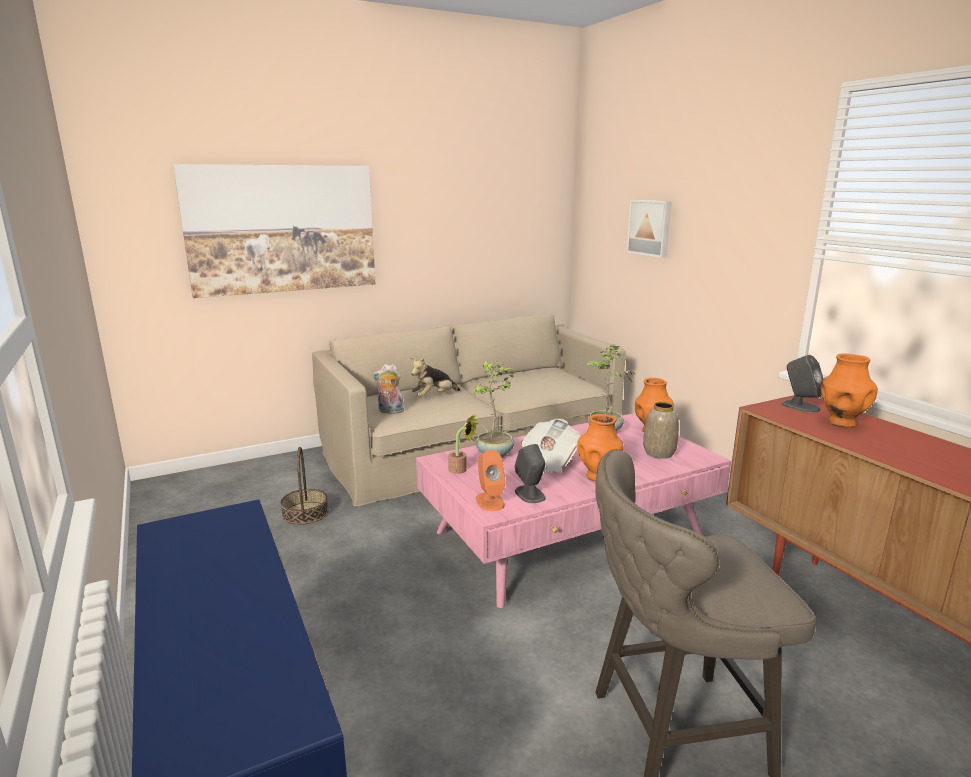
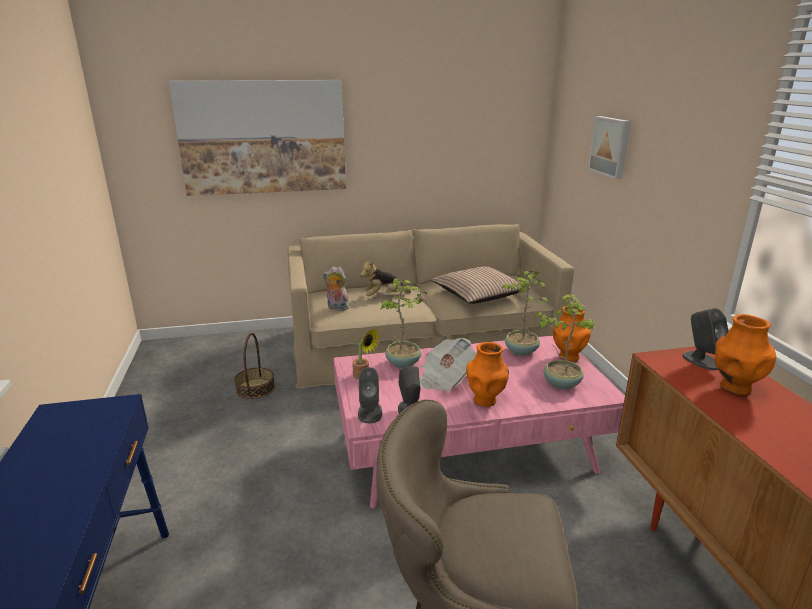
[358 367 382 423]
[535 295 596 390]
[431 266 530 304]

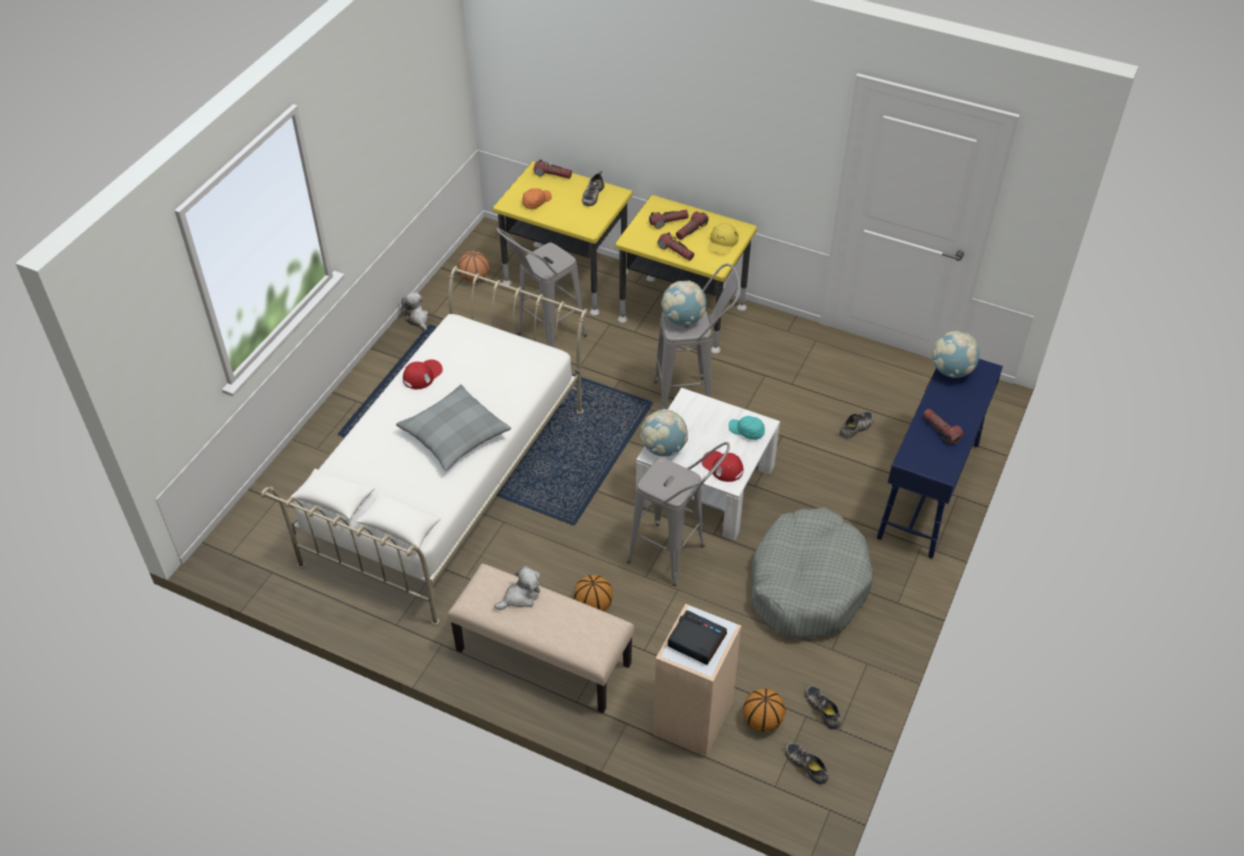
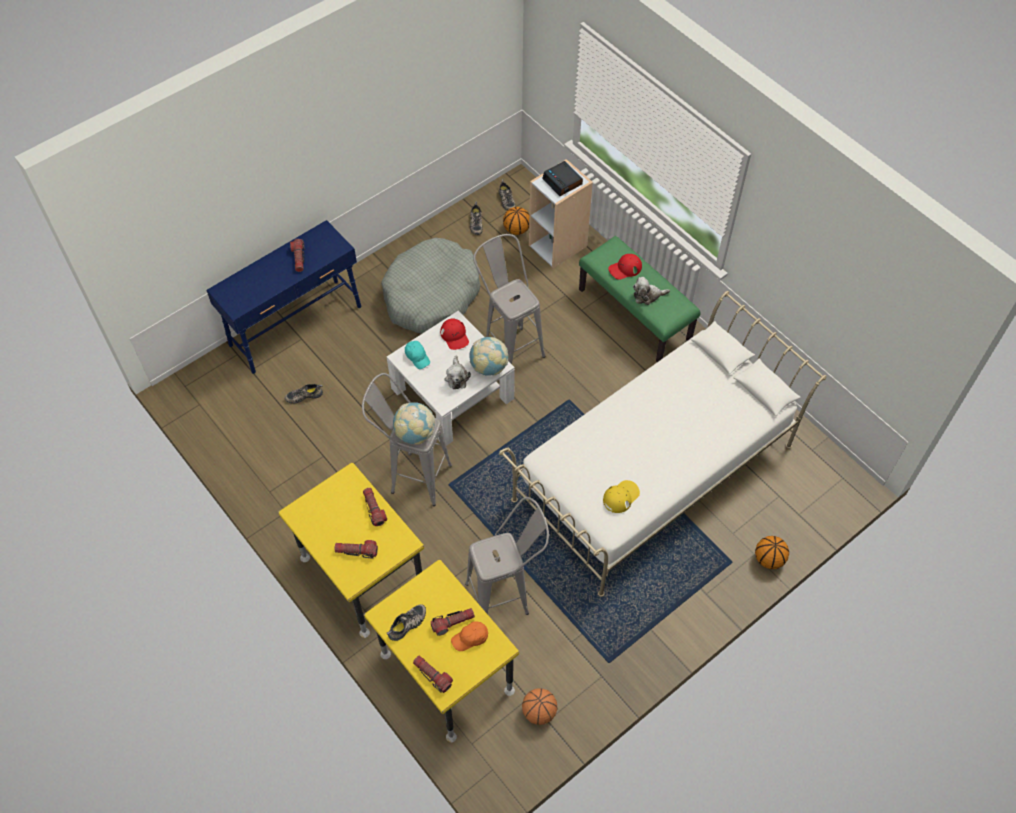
[396 385 511 471] (first image)
[445 356 471 389]
[608 254 642 280]
[579 236 701 362]
[755 536 789 569]
[431 608 475 636]
[603 480 640 513]
[932 331 980 378] (first image)

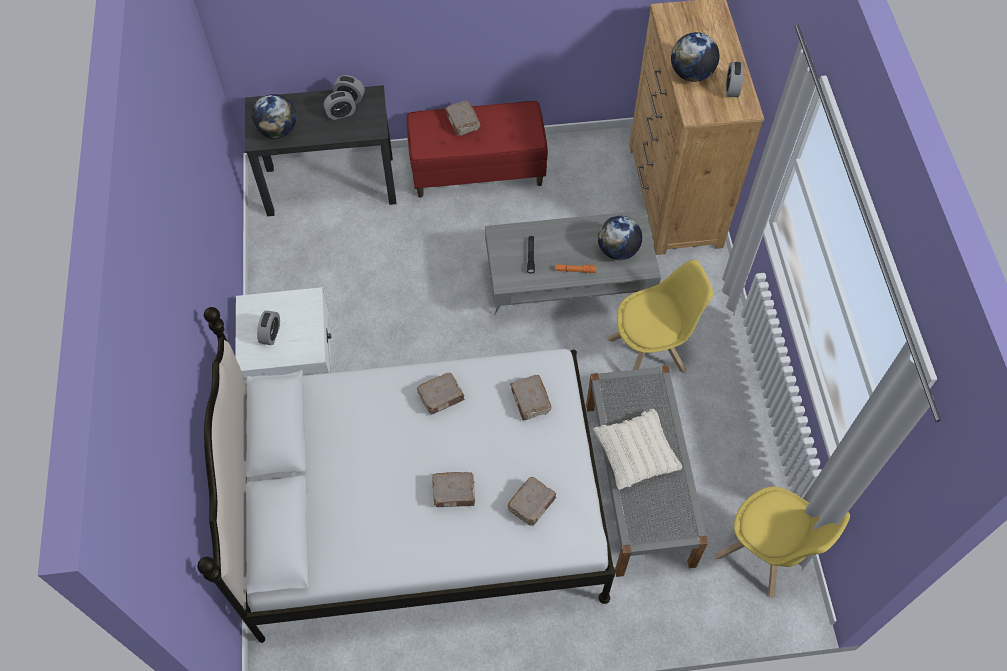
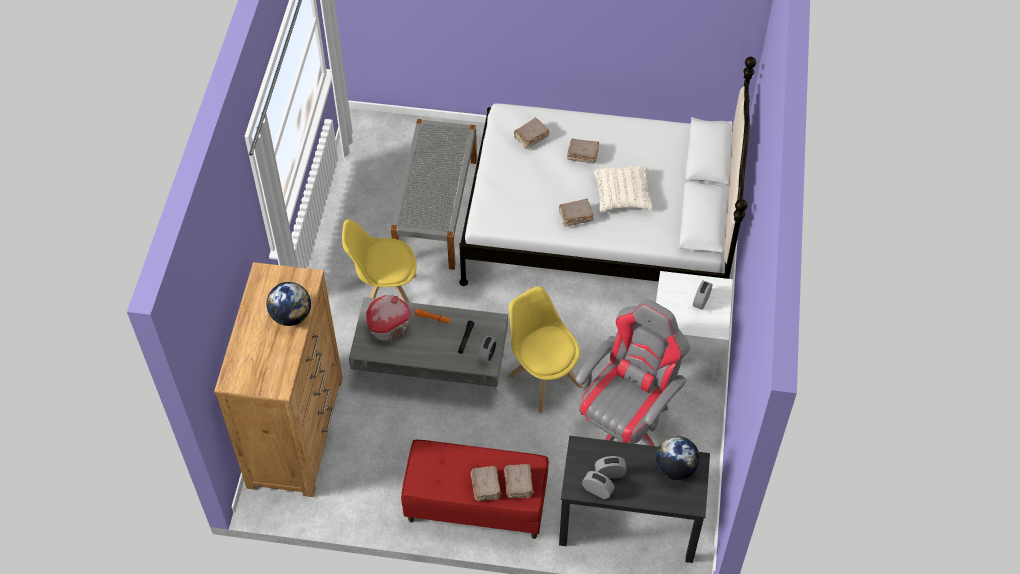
[504 464 534 498]
[594 166 653 212]
[366 295 411 342]
[508 286 583 413]
[478 335 497 365]
[575 300 690 446]

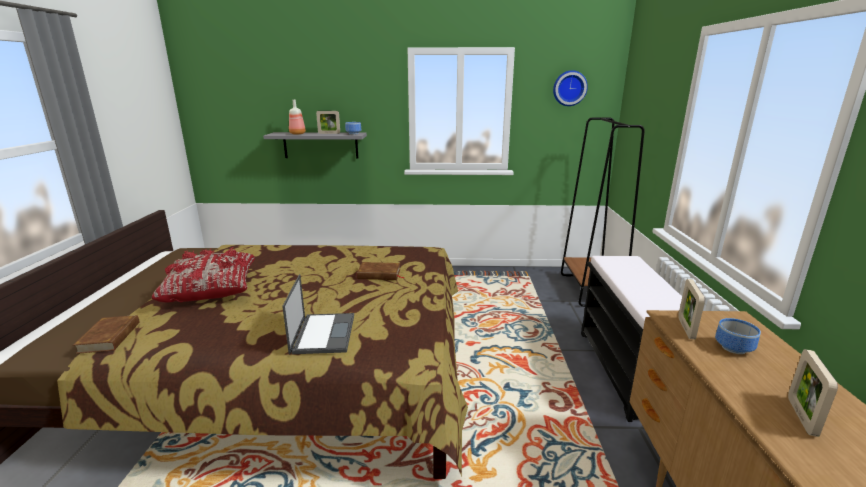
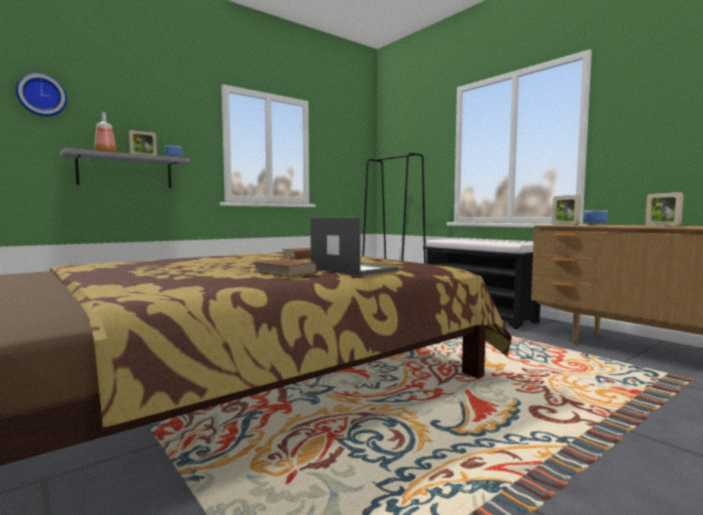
[253 259 318 277]
[151 247 255 303] (first image)
[16 73 67 116]

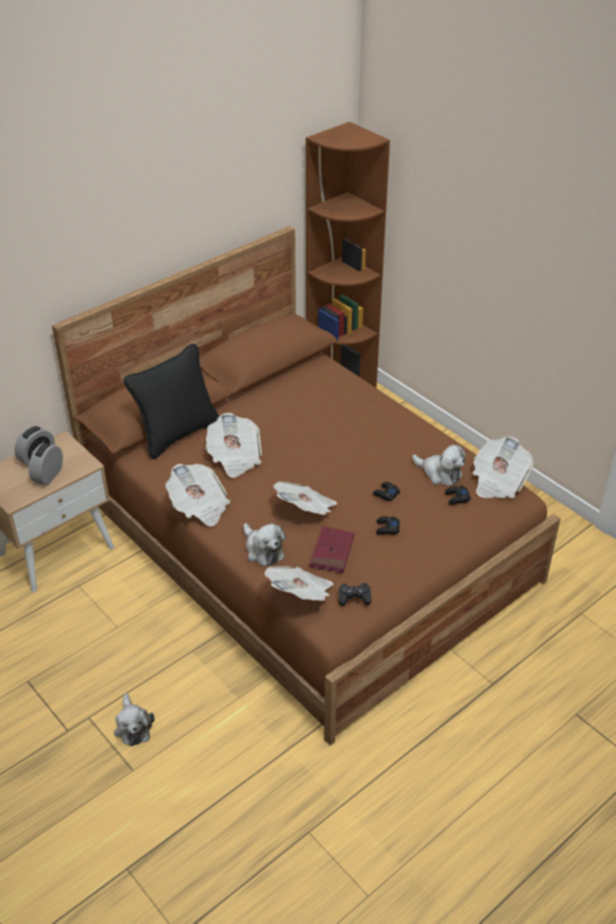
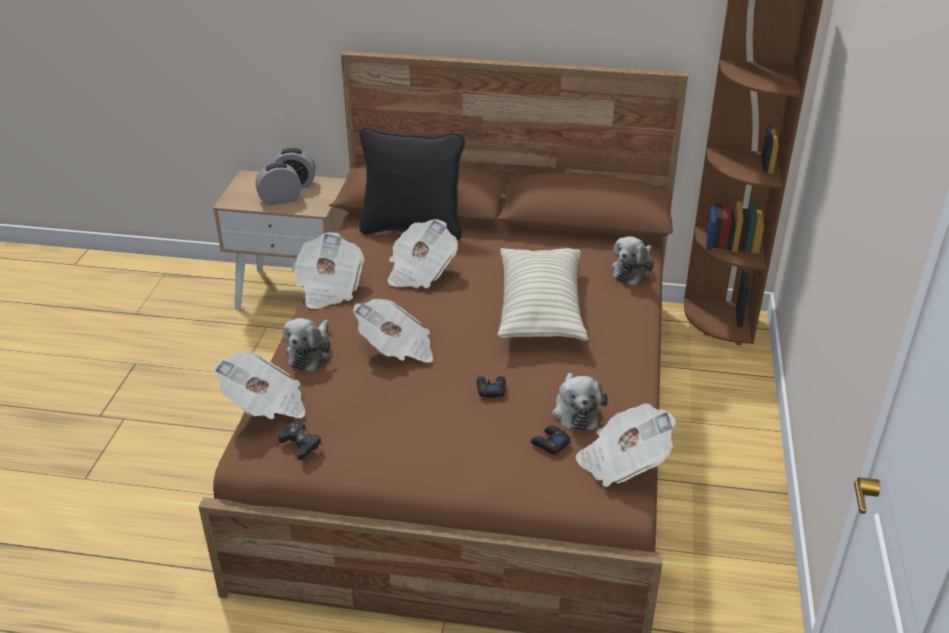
[612 236 654 286]
[310 526 355 573] (first image)
[376 516 400 535] (first image)
[498 248 588 341]

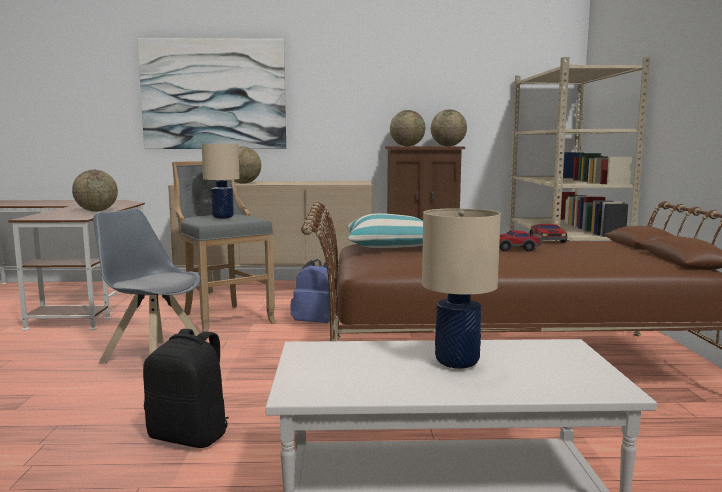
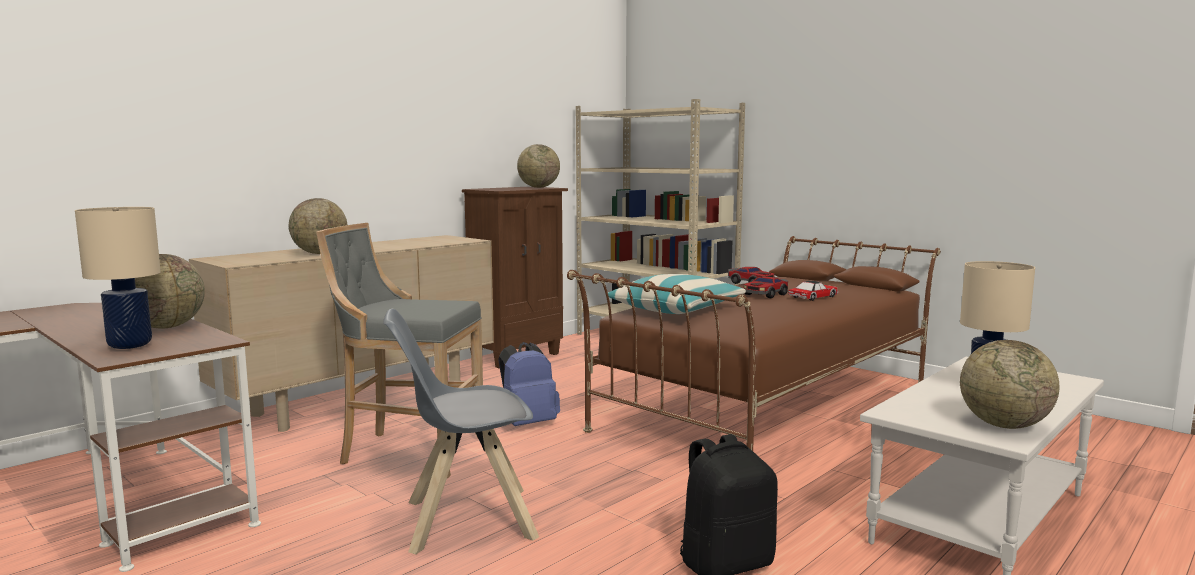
[138 38 286 149] (first image)
[75 207 161 349]
[960 340 1059 429]
[788 281 838 301]

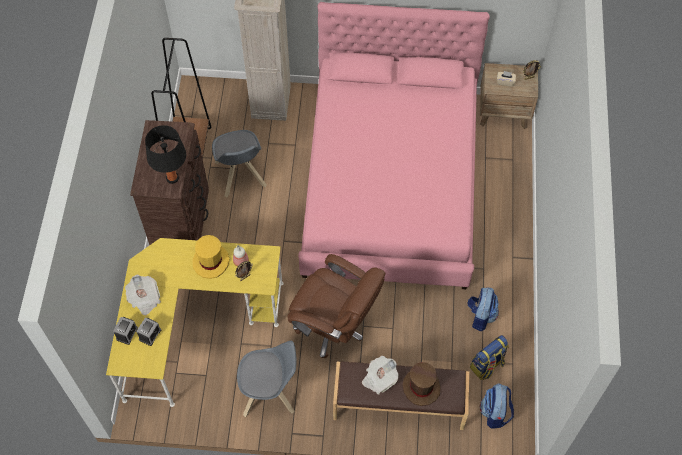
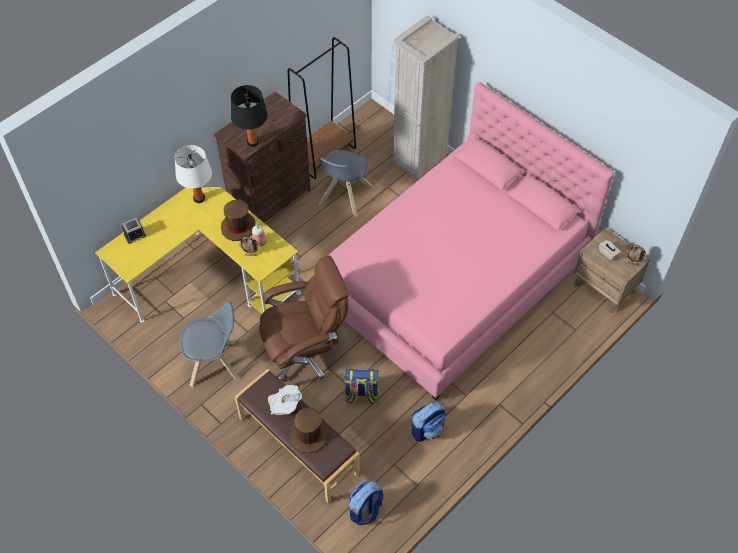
[125 275 161 315] (first image)
[136 317 161 346] (first image)
[221 199 256 241]
[180 301 239 387]
[259 255 349 382]
[344 369 379 405]
[175 145 212 203]

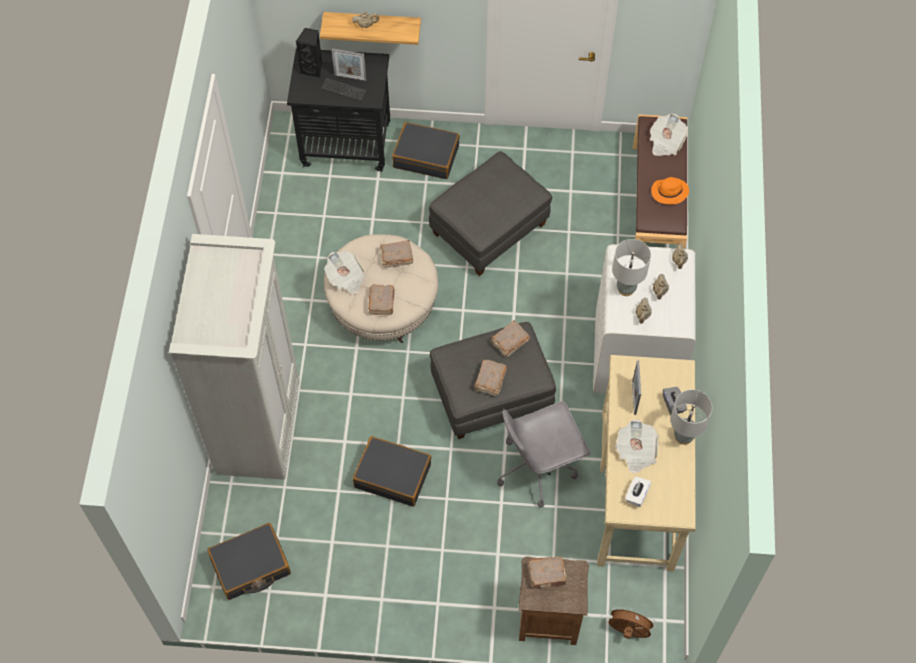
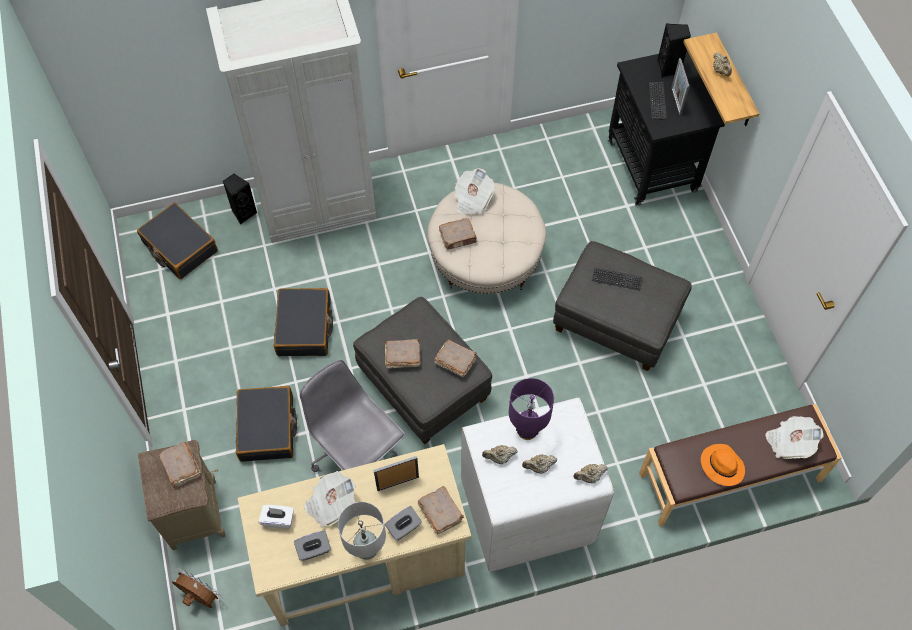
[418 486 464 534]
[236 386 297 462]
[172 568 223 608]
[509 378 554 440]
[223 174 258 225]
[294 530 331 561]
[592 267 643 290]

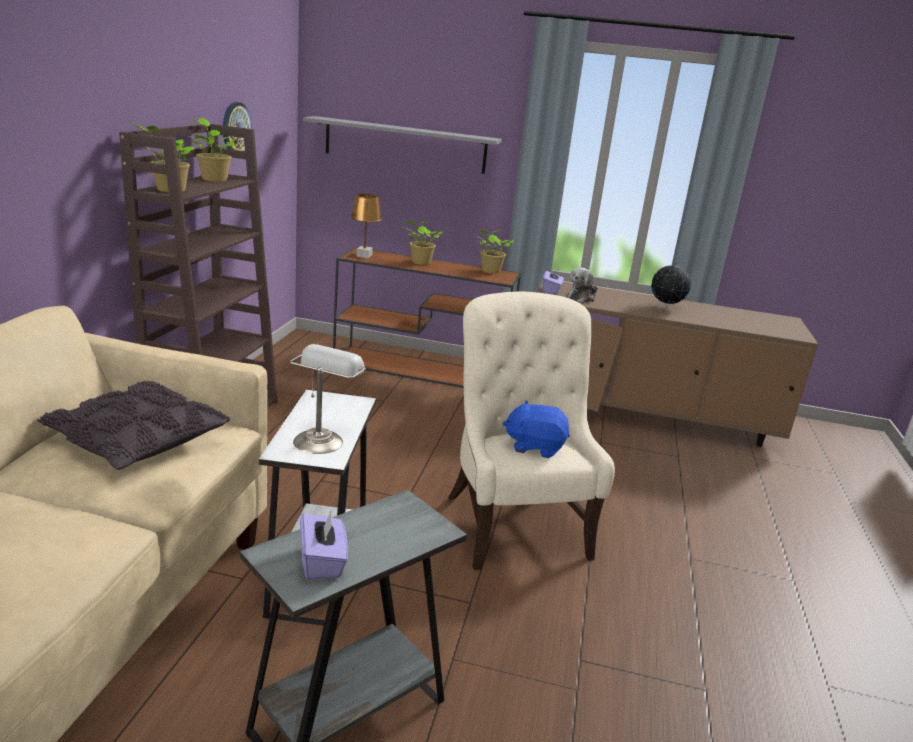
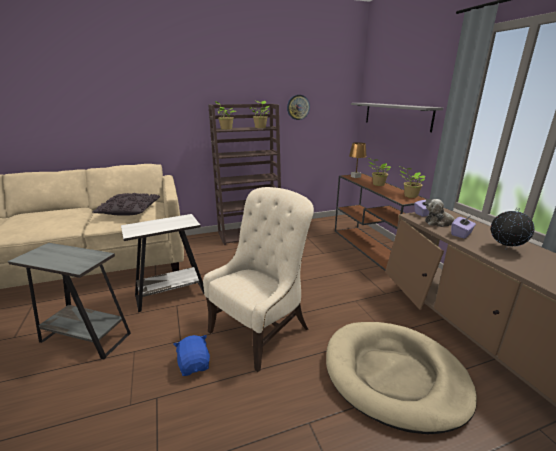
[289 344 366 454] (first image)
[451 216 476 238]
[174 335 210 376]
[326 322 477 434]

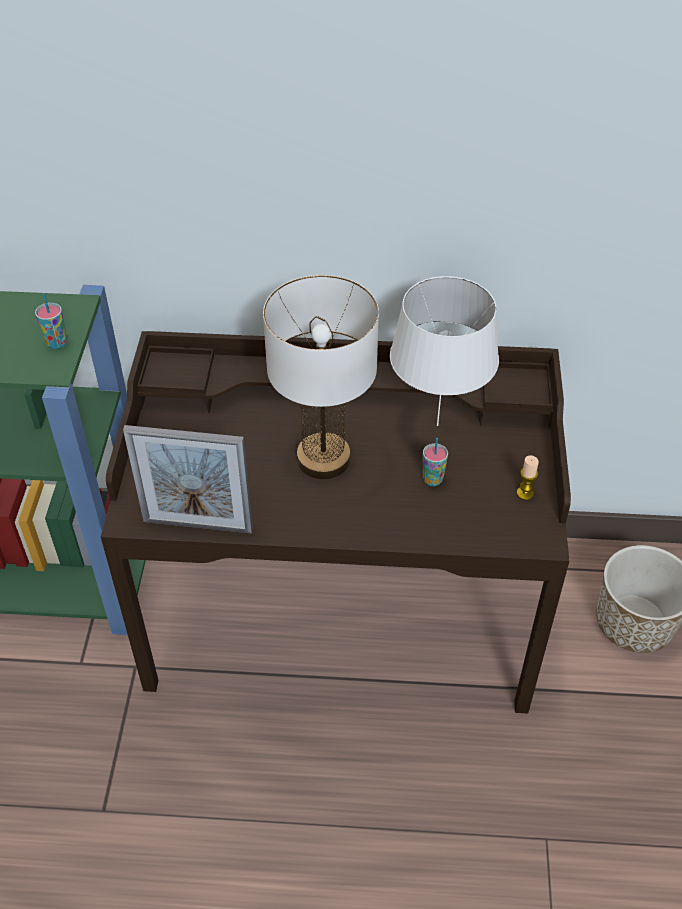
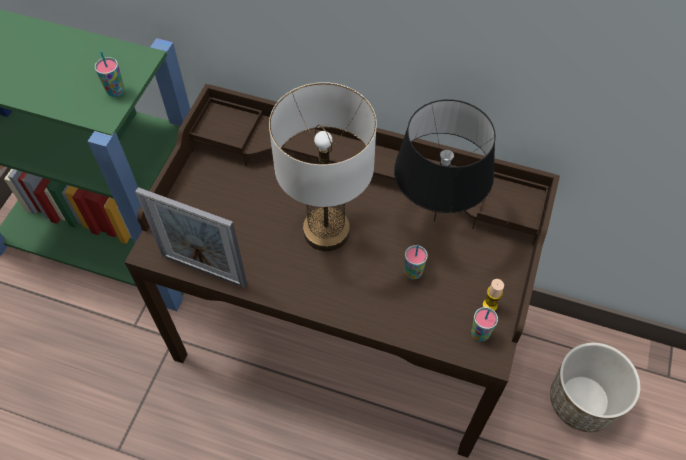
[394 99 496 221]
[471 307 498 341]

